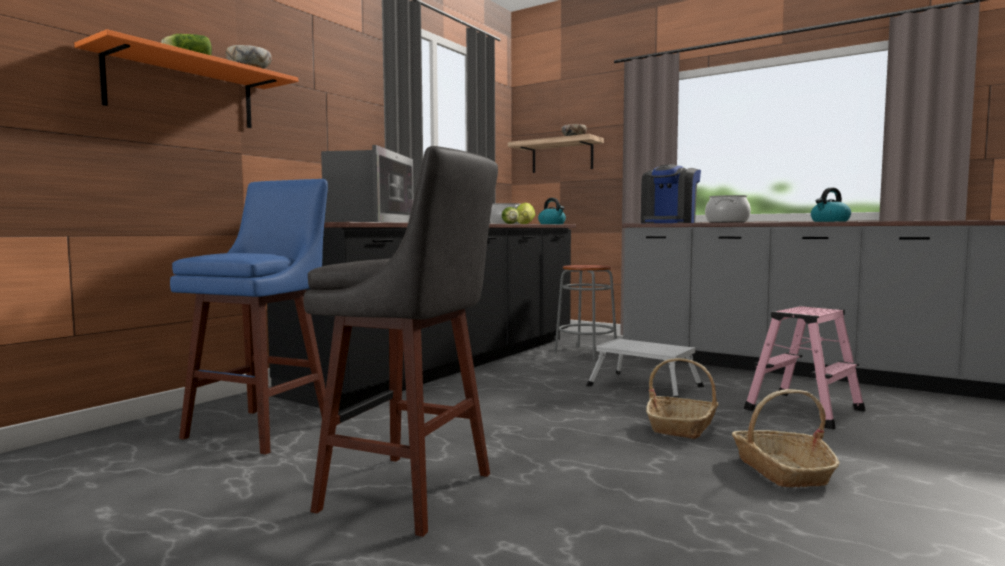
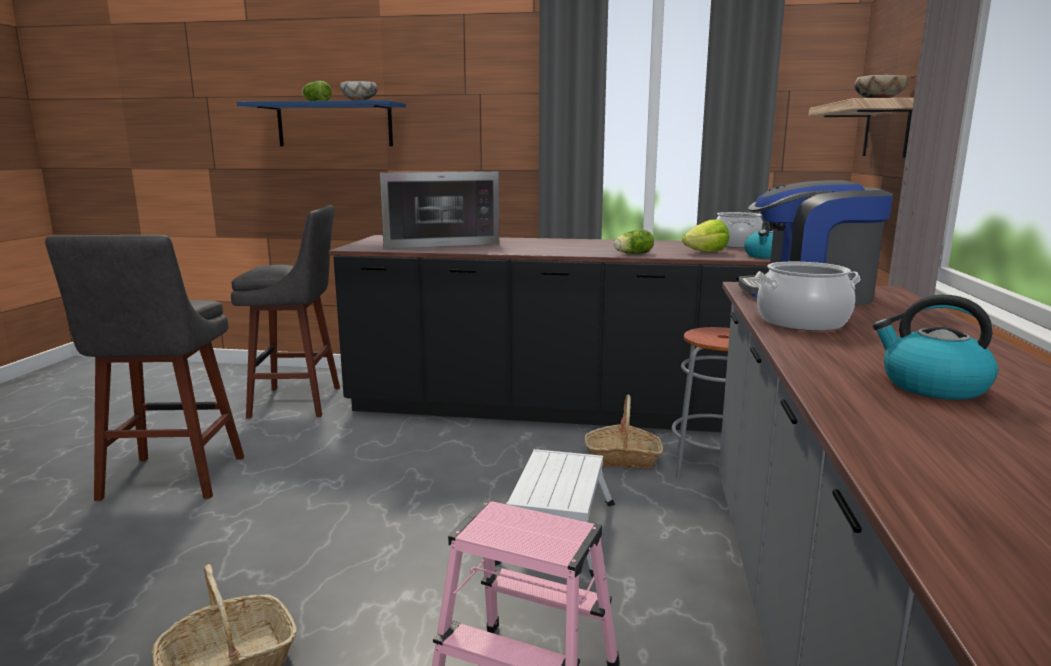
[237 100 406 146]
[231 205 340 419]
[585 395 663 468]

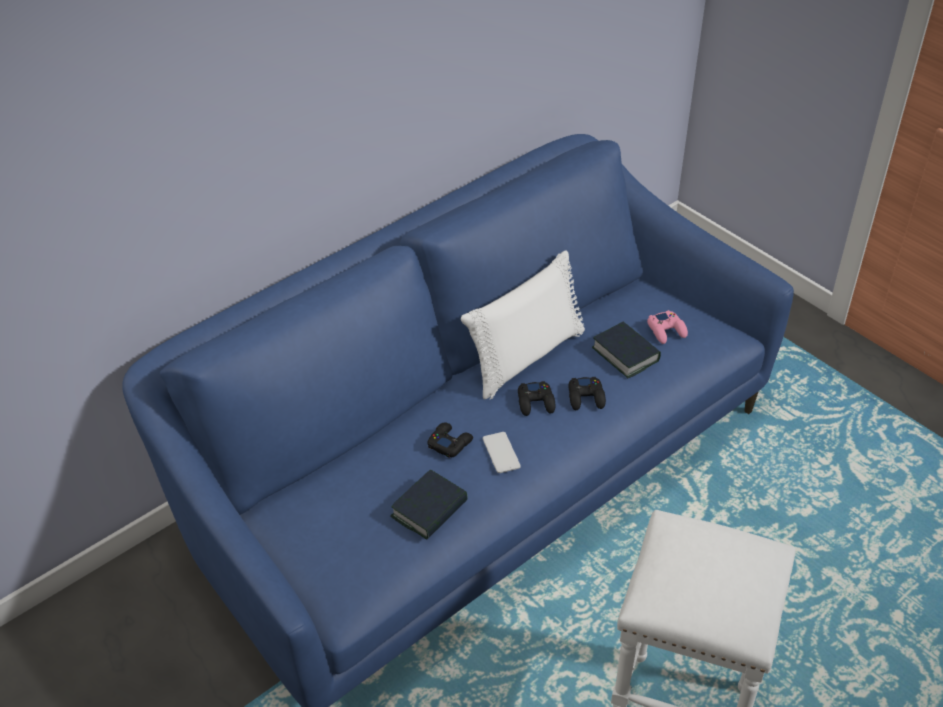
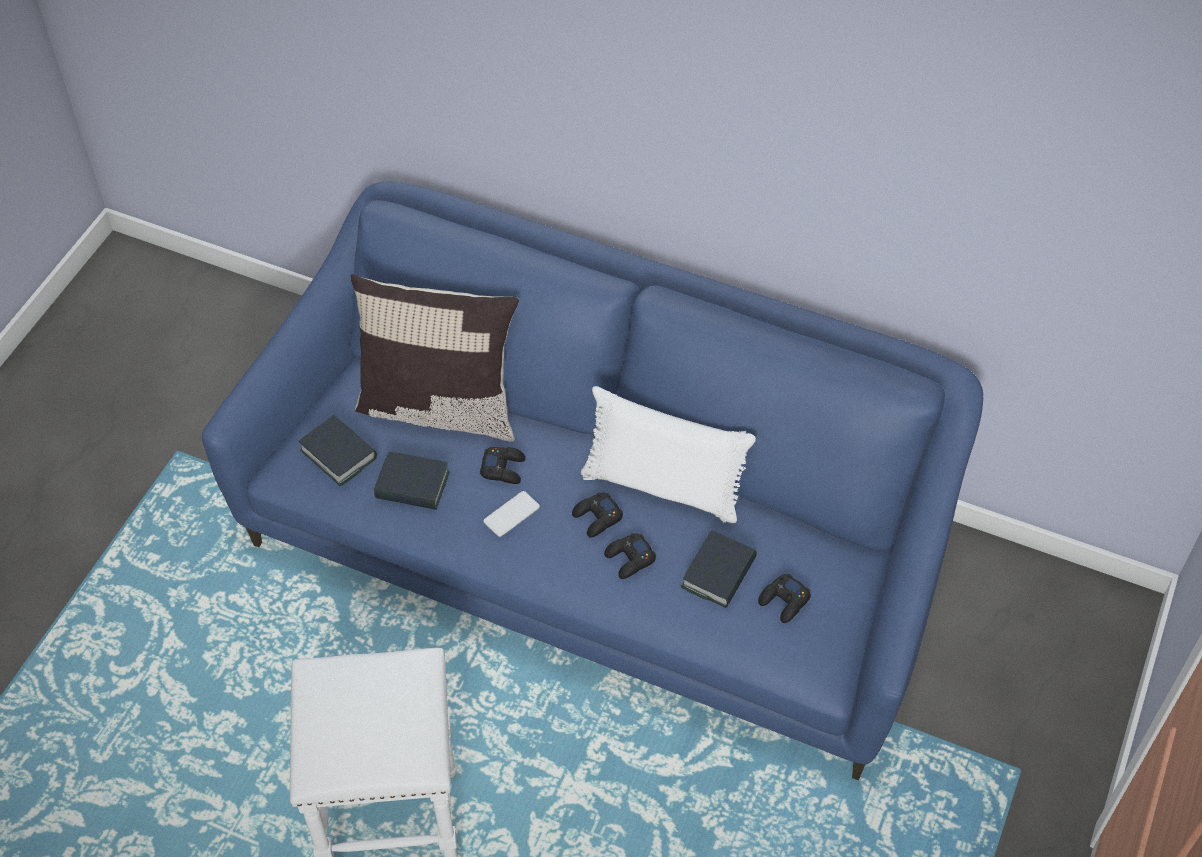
[758 573 811 623]
[299 415 377 487]
[350 274 519 442]

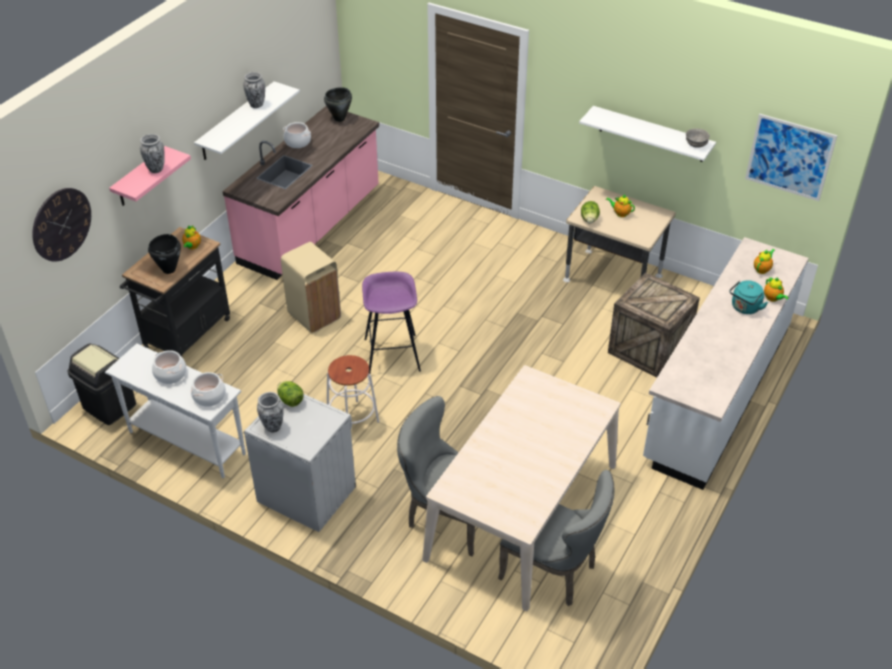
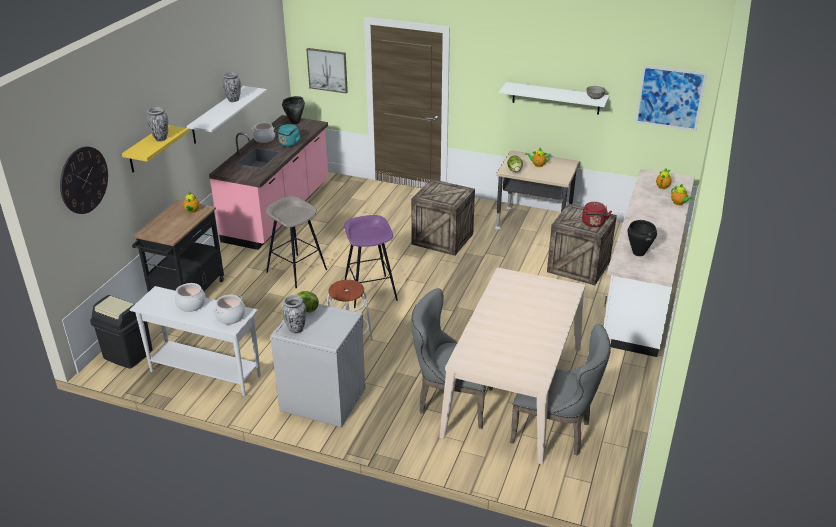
[122 125 189 172]
[627 220 657 256]
[266 196 327 289]
[274 124 301 147]
[306 48 348 93]
[411 179 475 256]
[582 202 612 227]

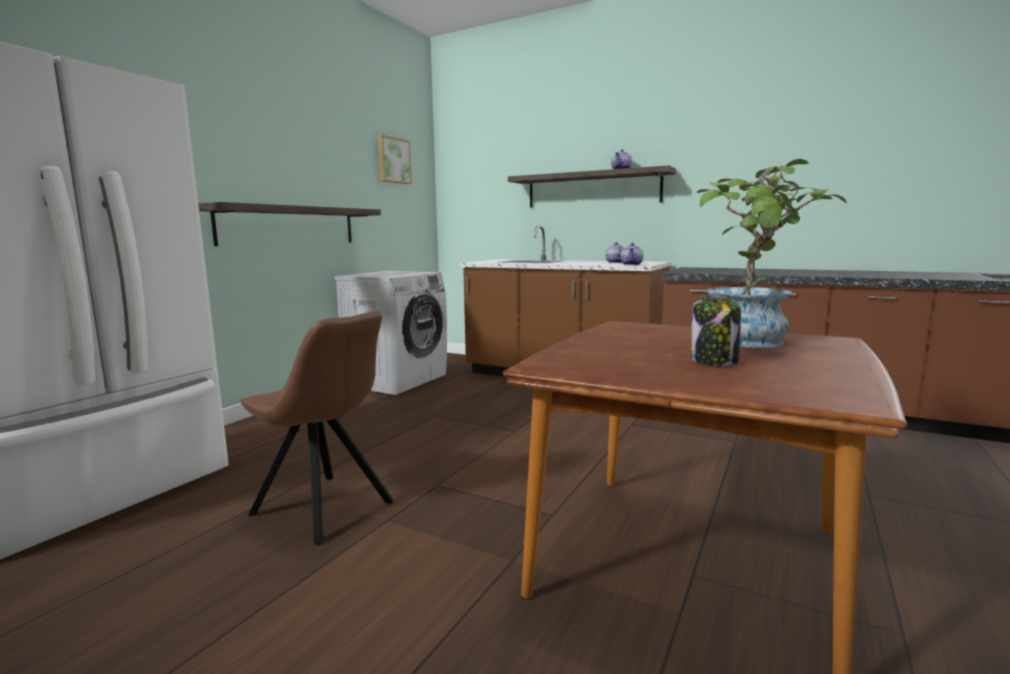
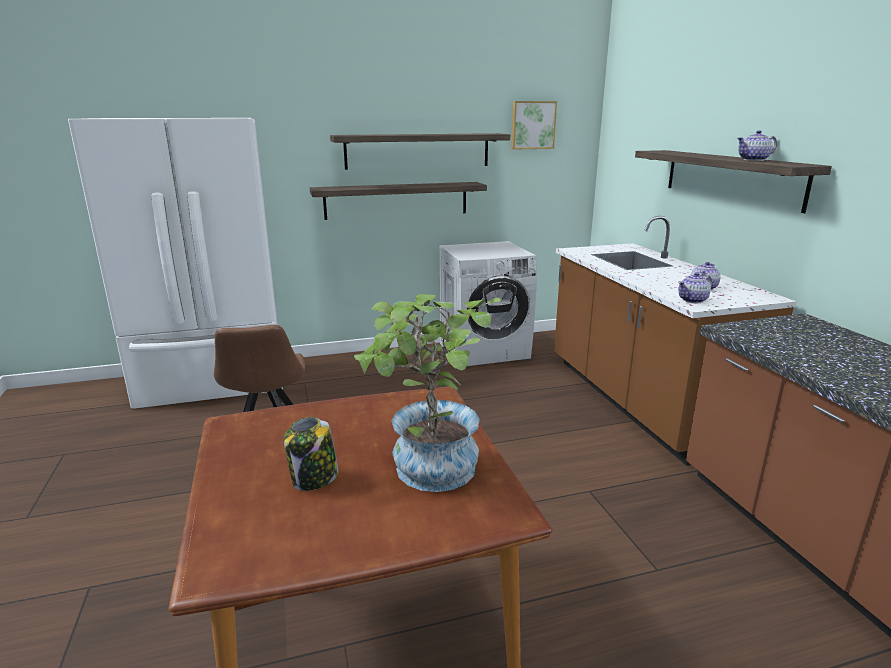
[330 133 510 170]

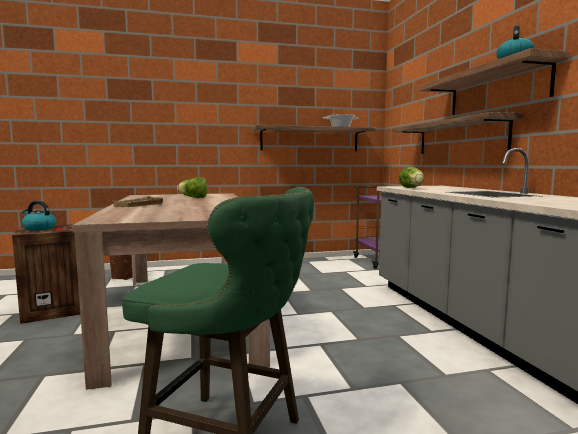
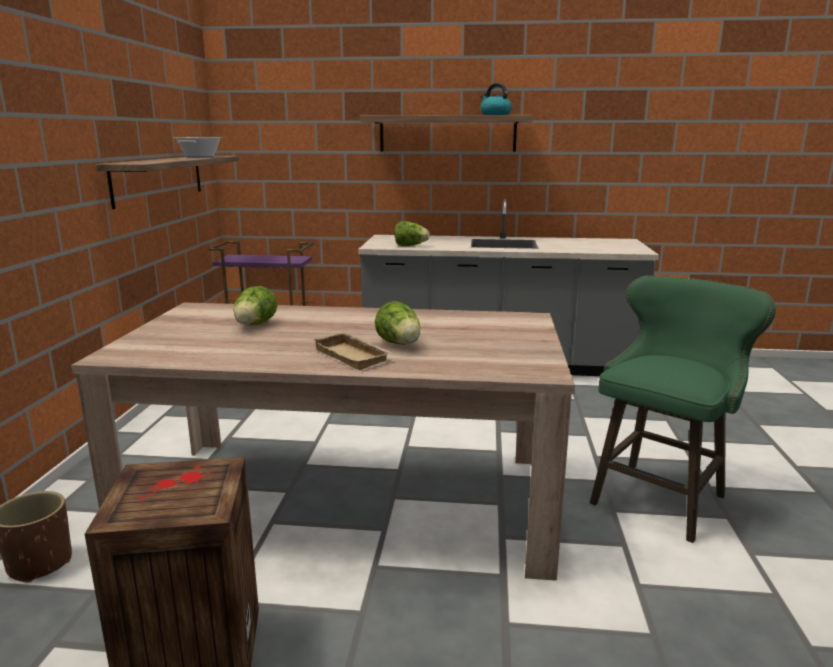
[22 201 57 231] (first image)
[393 112 523 154] (first image)
[375 301 420 345]

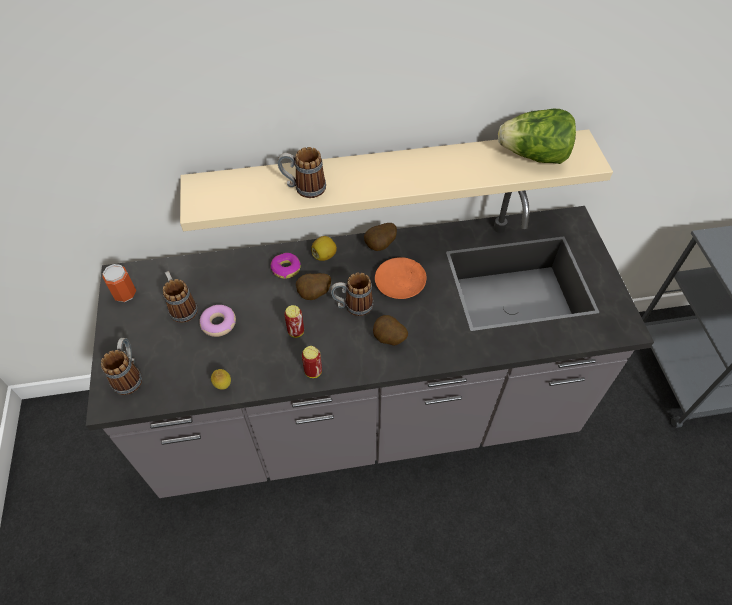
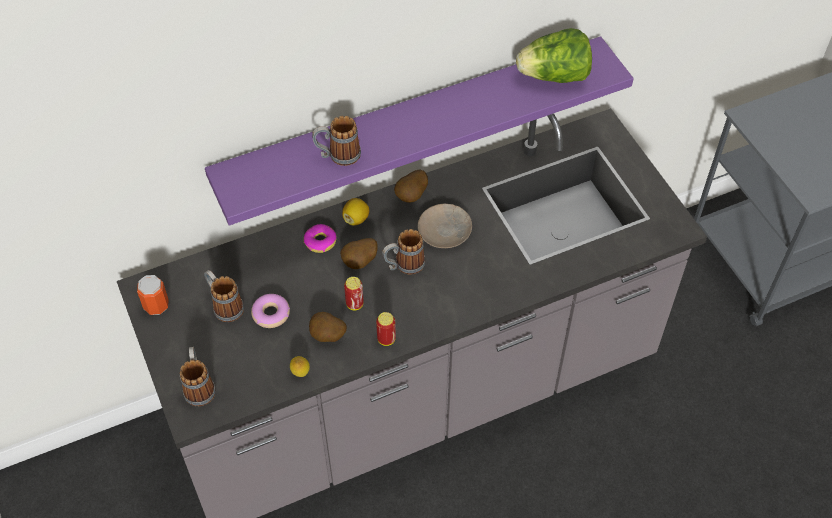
[205 36 634 225]
[309 312 347 342]
[418 204 472 248]

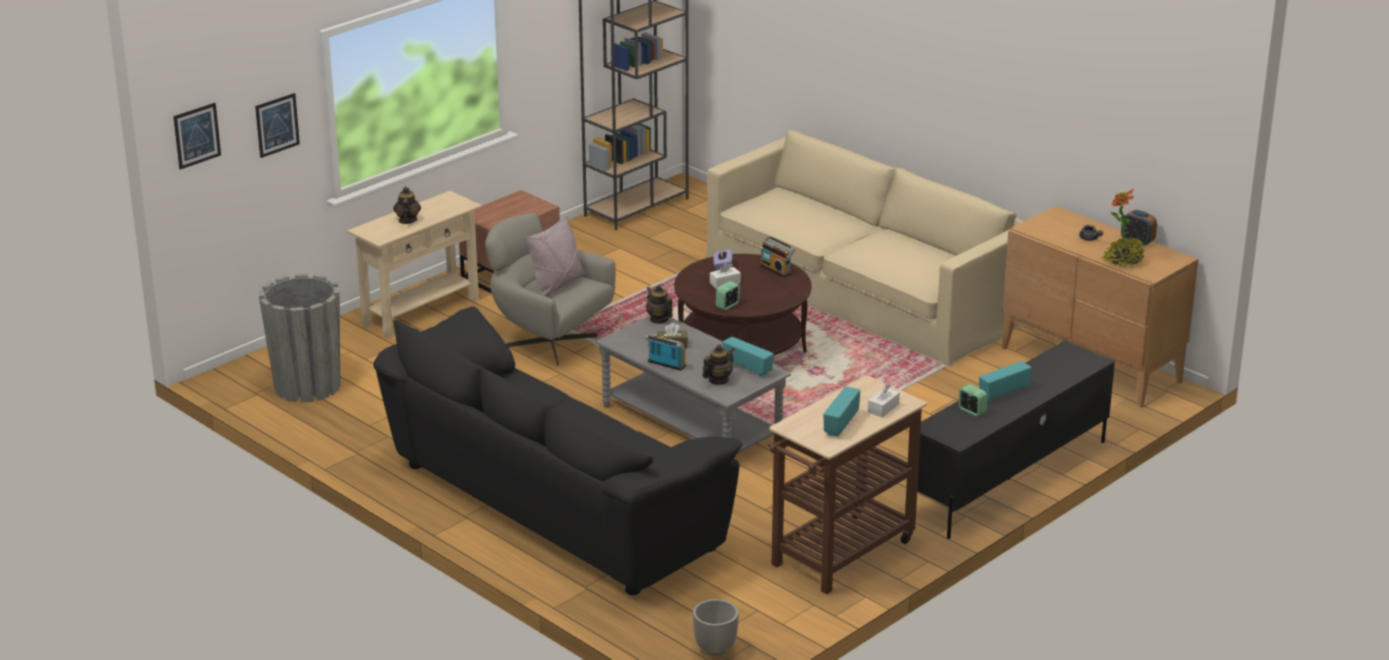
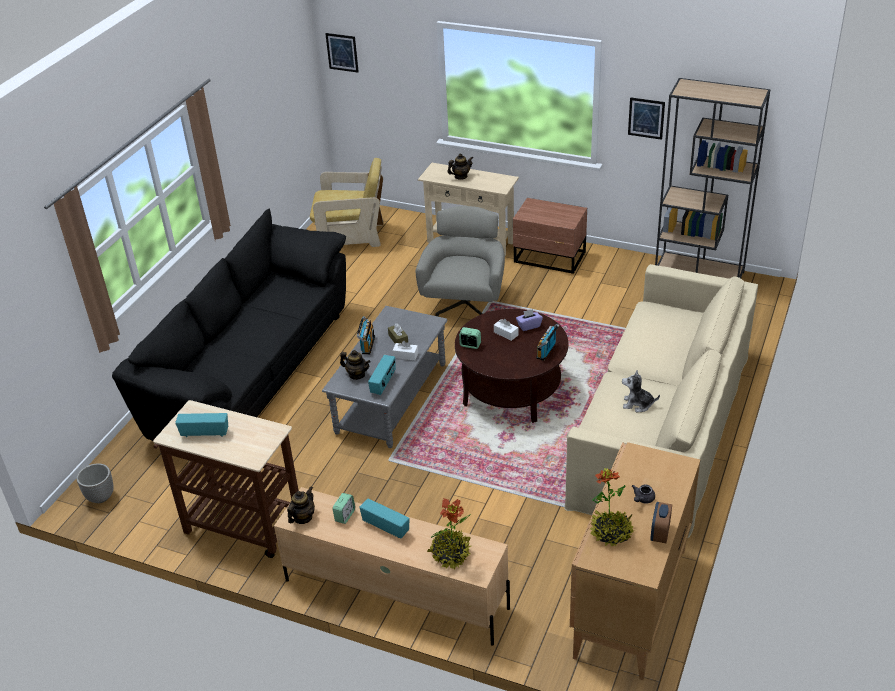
[628 97 665 140]
[310 158 383 247]
[524 216 585 297] (first image)
[287 486 315 524]
[393 341 418 360]
[274 487 510 646]
[427 498 471 570]
[622 370 660 412]

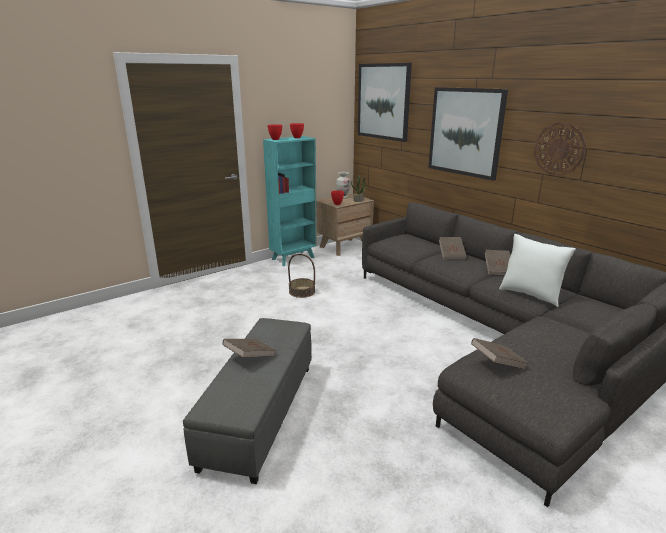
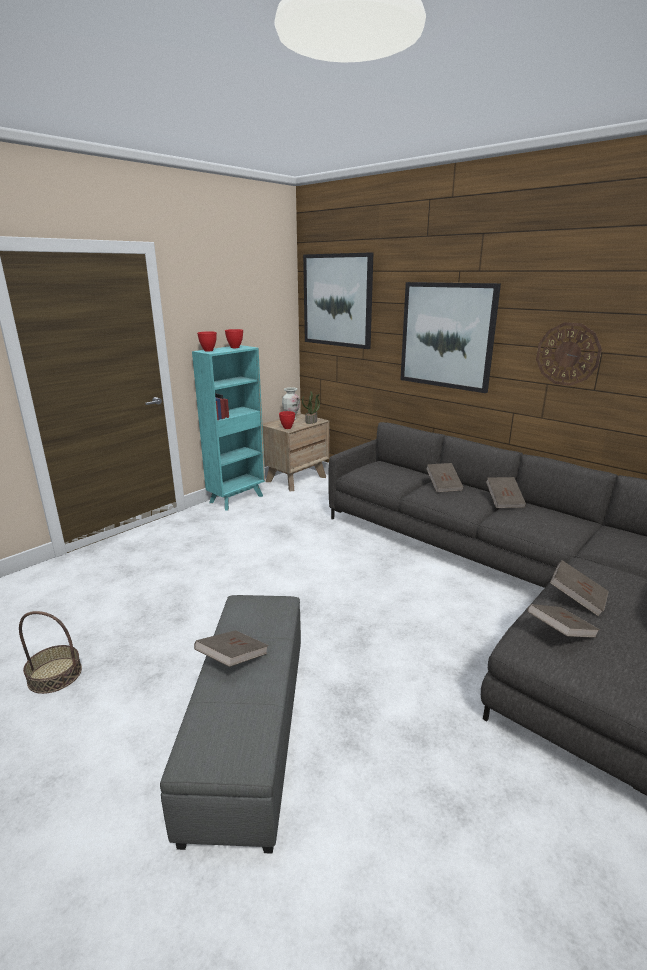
[19 611 82 694]
[499 234 576 307] (first image)
[550 560 609 617]

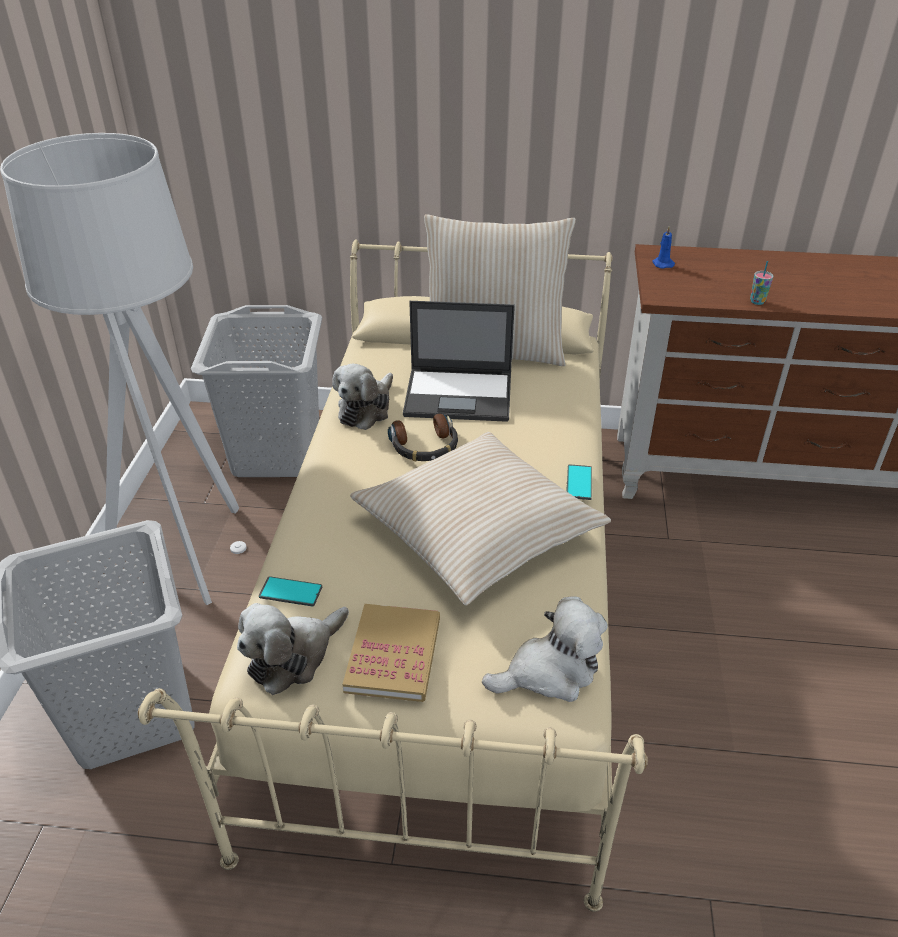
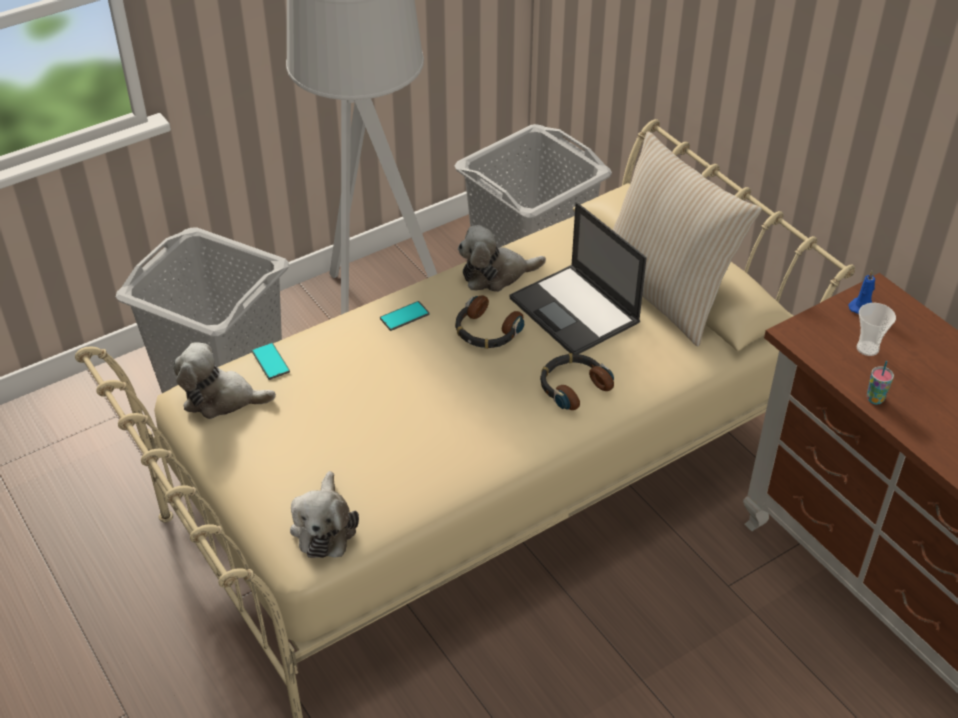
[342 604 440 702] (first image)
[350 432 611 606] (first image)
[290 471 359 558]
[380 301 430 331]
[540 353 614 410]
[857 303 896 356]

